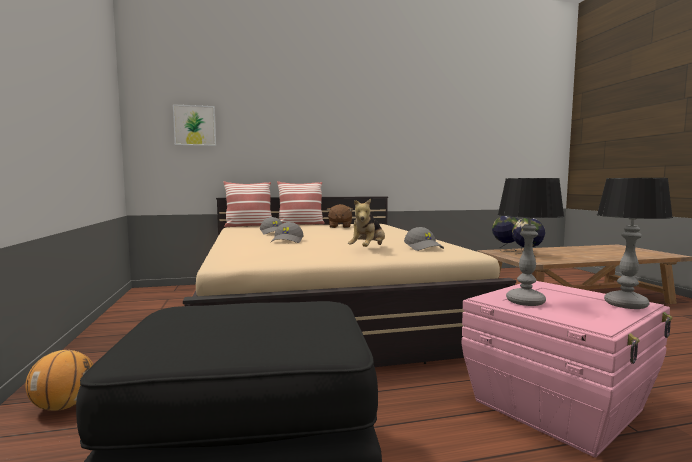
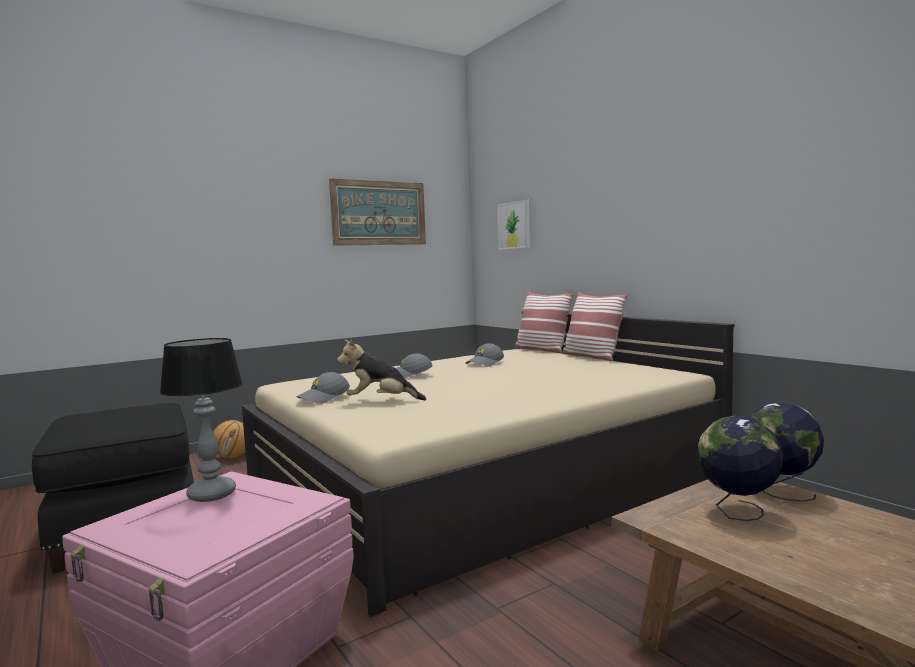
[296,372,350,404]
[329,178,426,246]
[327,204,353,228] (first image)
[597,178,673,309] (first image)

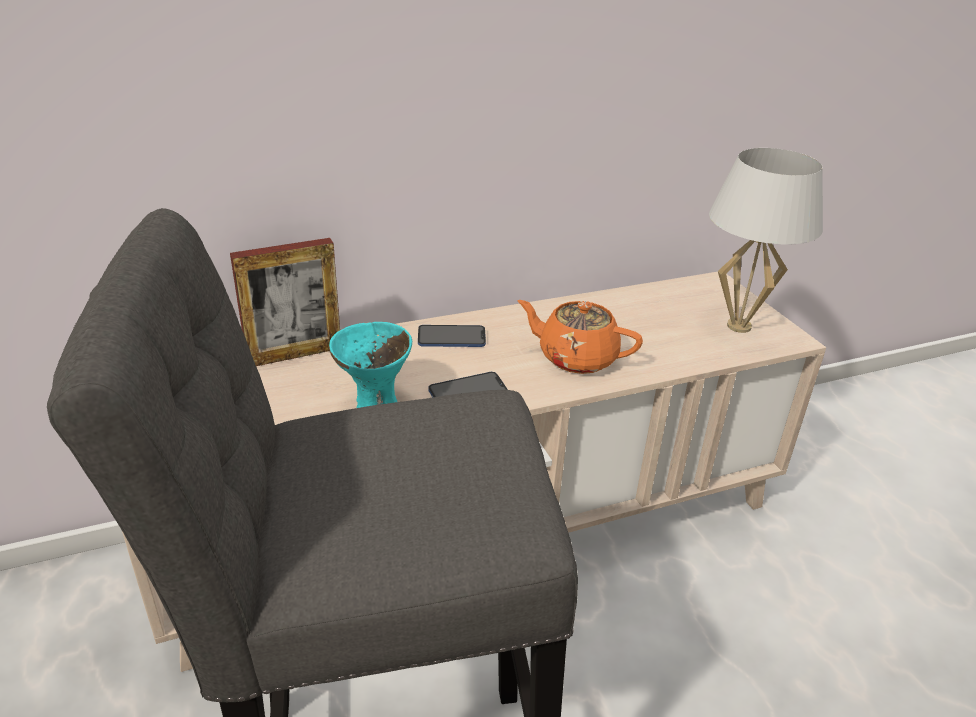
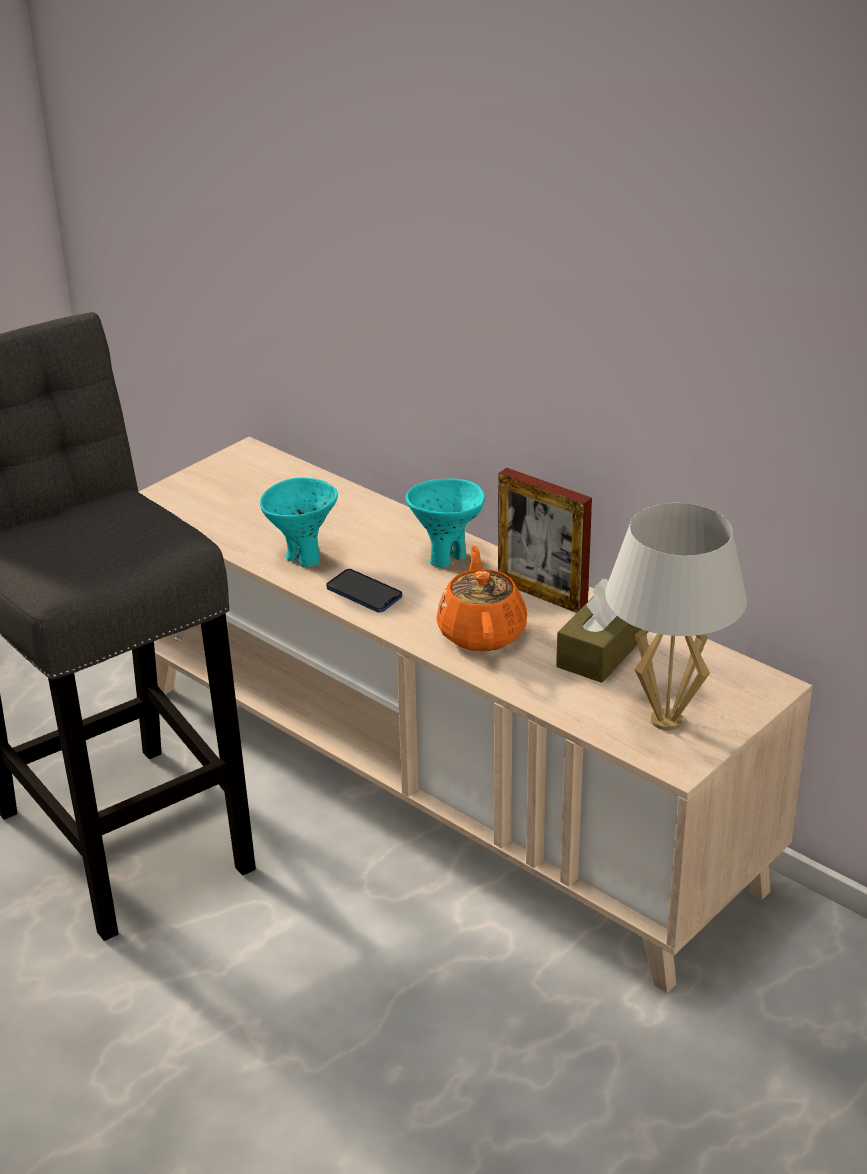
[406,478,485,568]
[498,468,592,613]
[556,578,647,683]

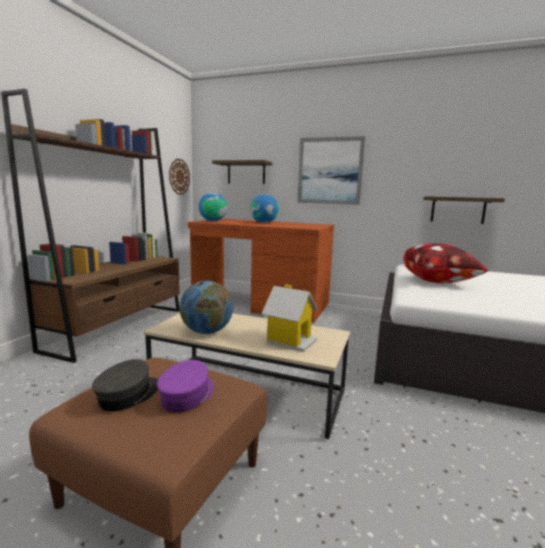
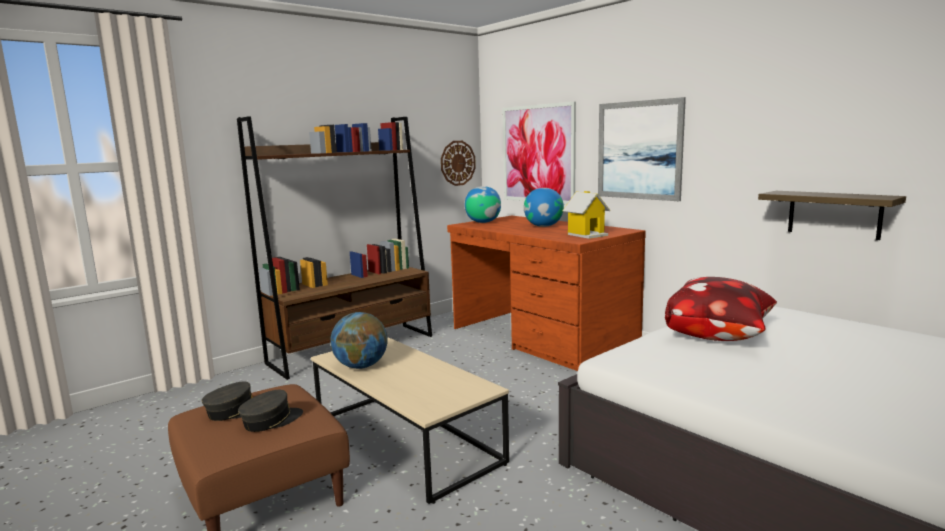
[238,390,303,432]
[503,102,576,205]
[562,191,610,239]

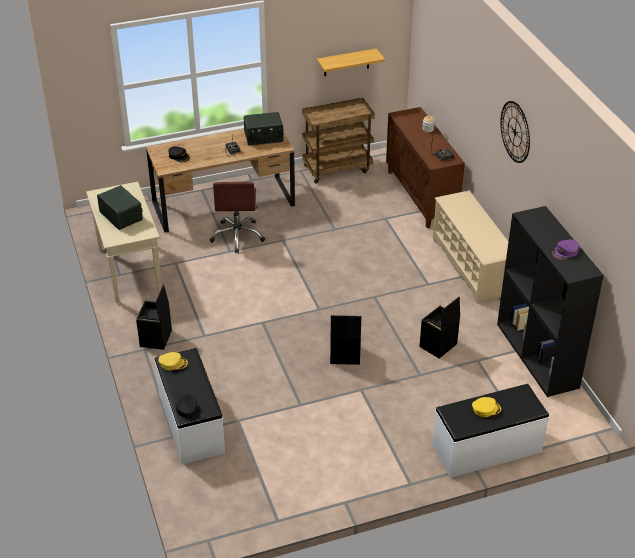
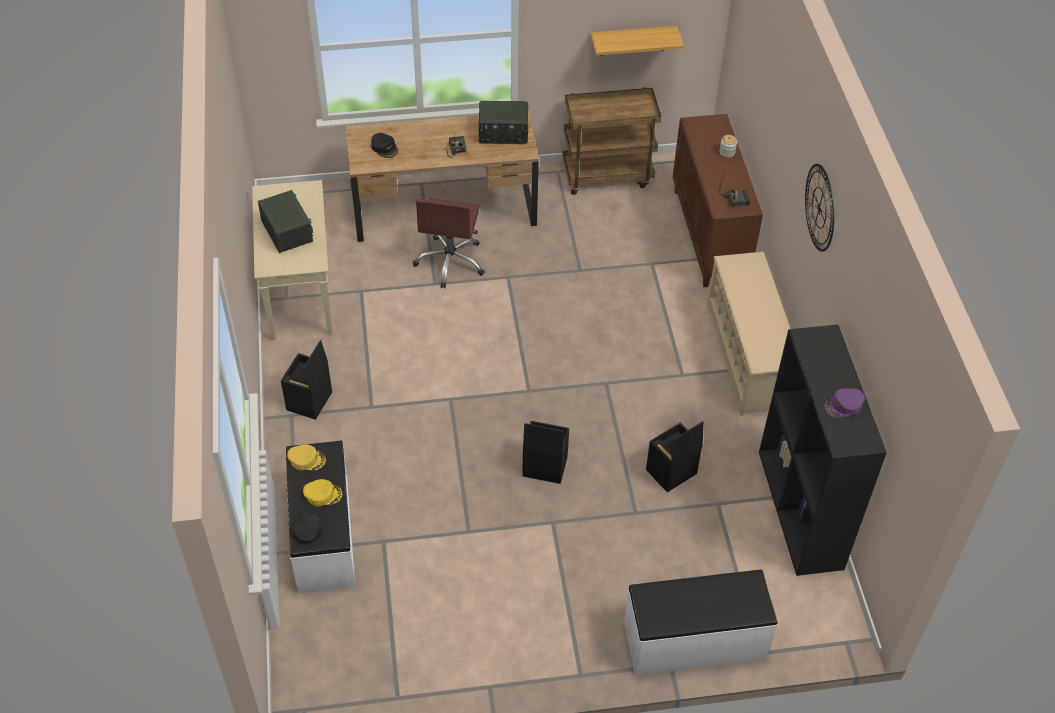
[303,479,342,506]

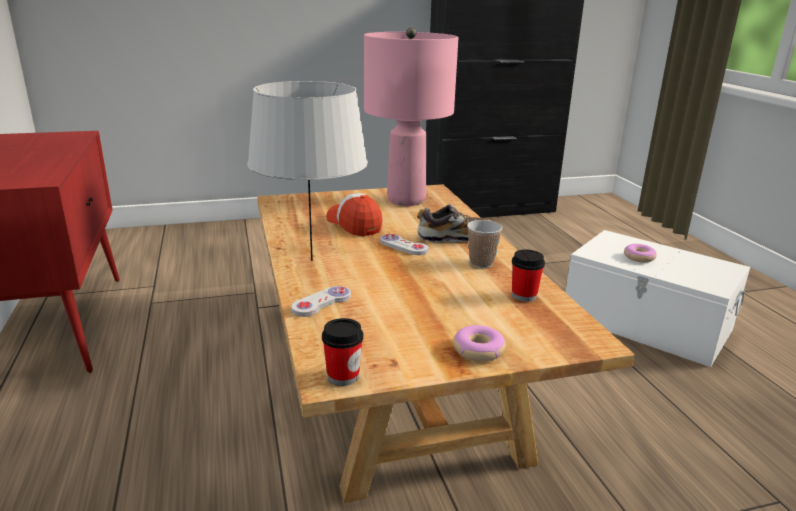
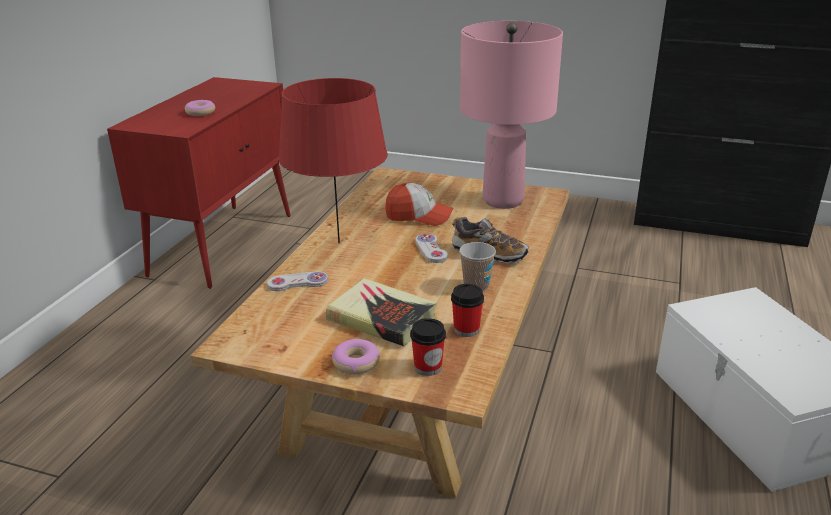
[185,100,216,116]
[278,78,388,243]
[326,278,437,346]
[385,183,453,226]
[410,318,446,376]

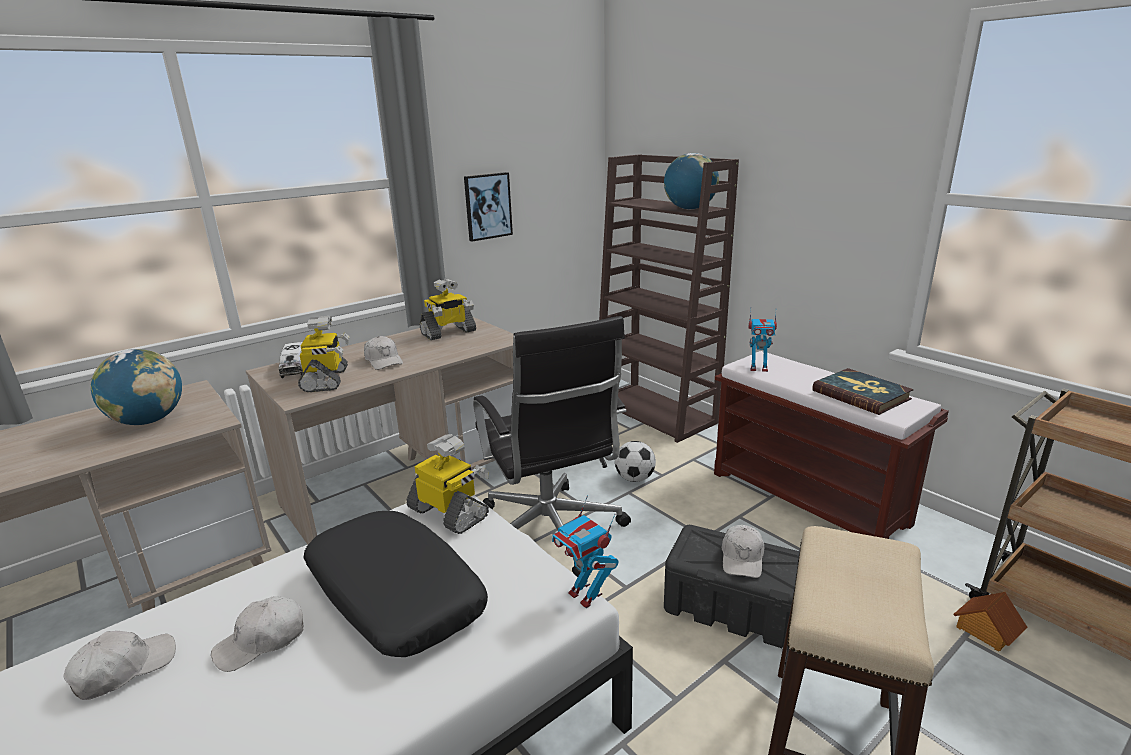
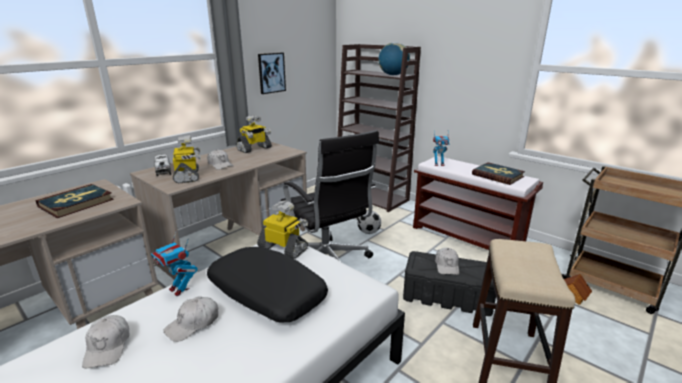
[36,184,113,218]
[82,315,129,368]
[151,233,198,296]

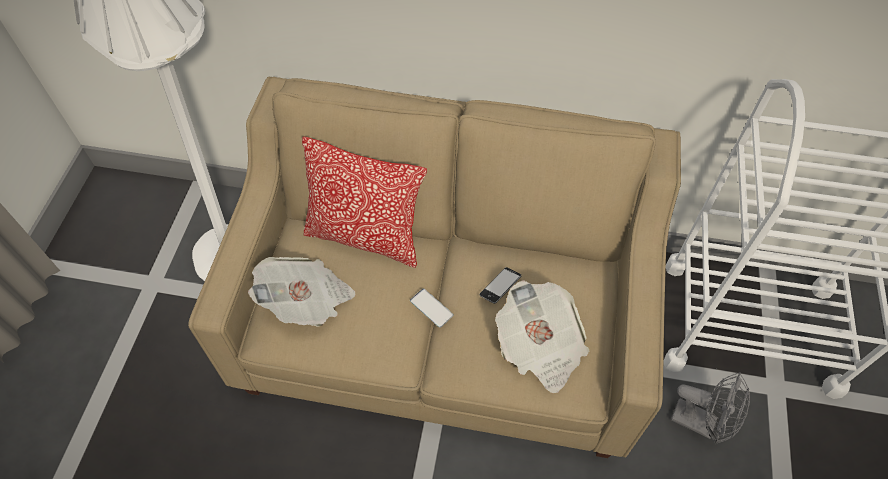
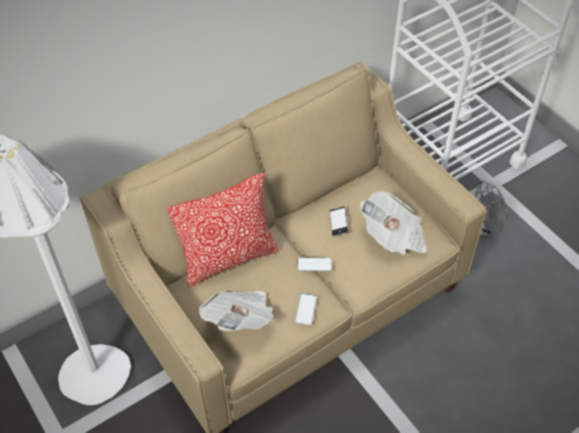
[295,293,317,325]

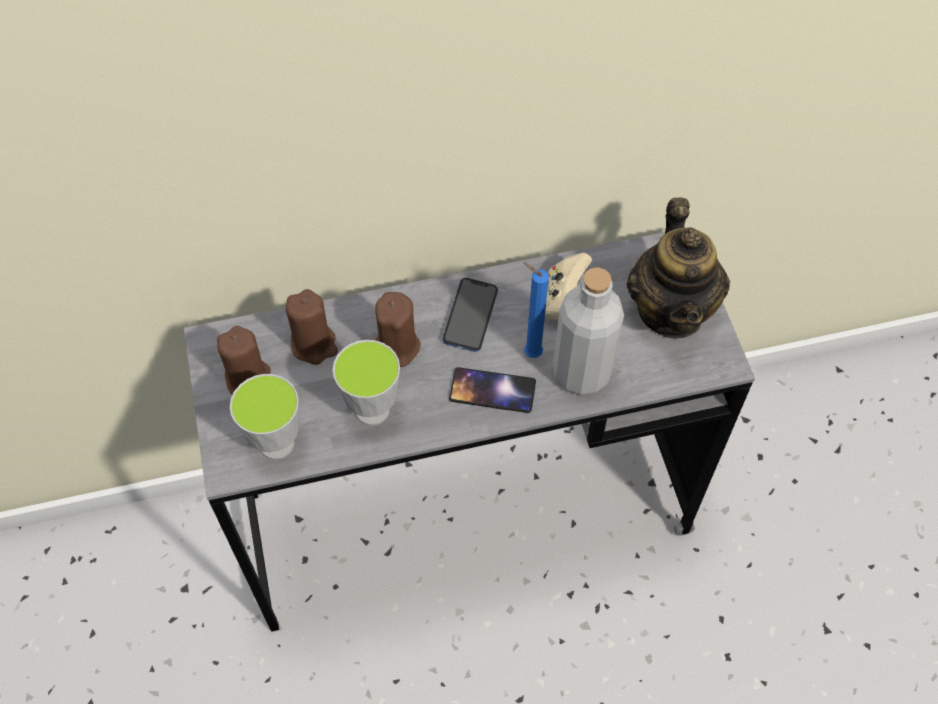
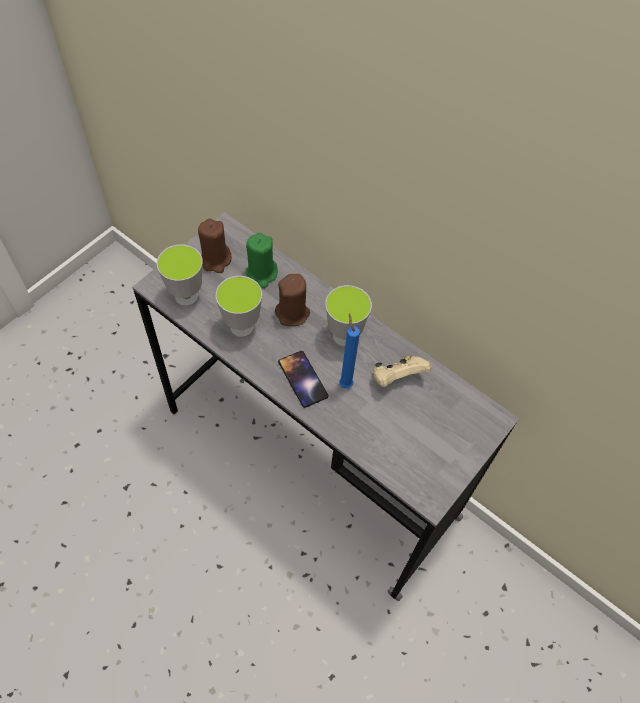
[246,233,278,288]
[325,285,372,347]
[553,267,624,395] (first image)
[627,197,730,339] (first image)

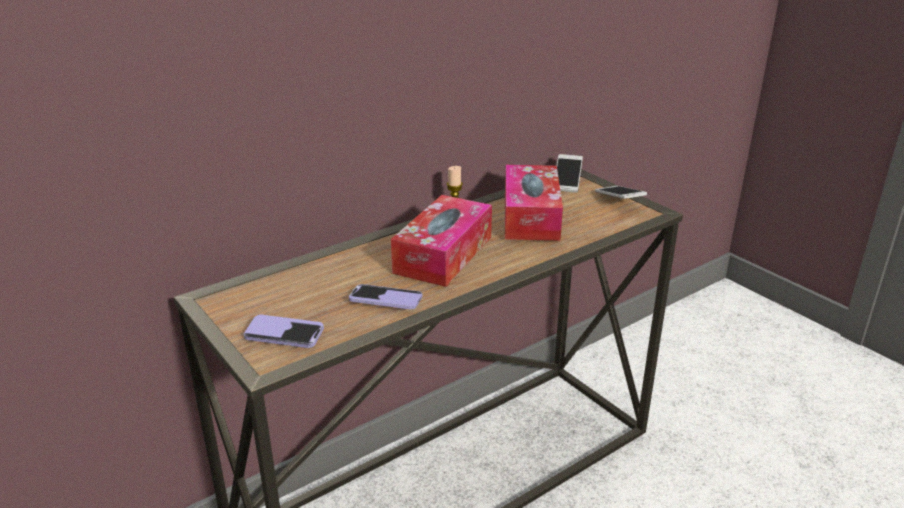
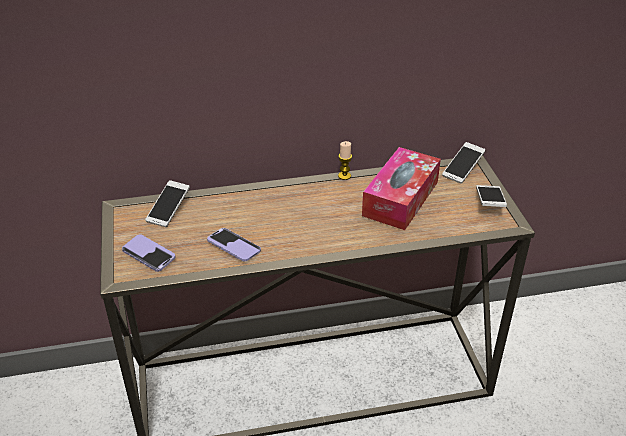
[145,180,190,227]
[391,195,492,287] (first image)

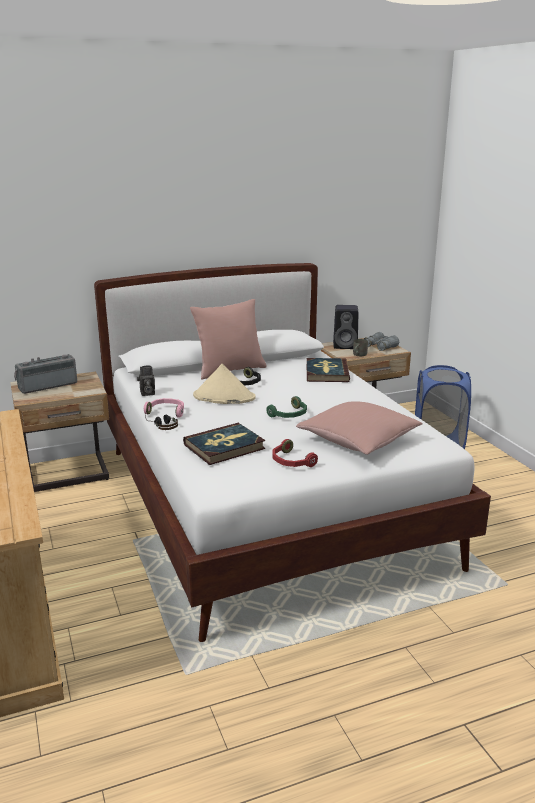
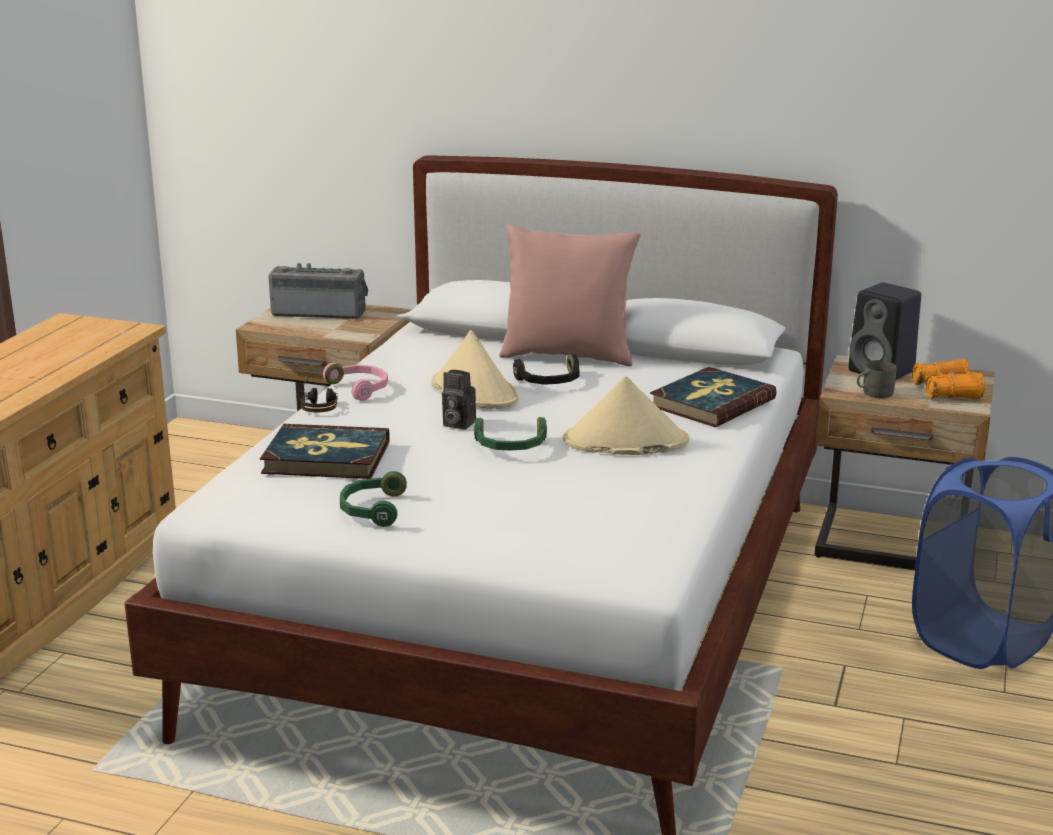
[340,471,407,527]
[442,370,476,430]
[563,376,689,455]
[912,359,985,399]
[296,401,423,455] (first image)

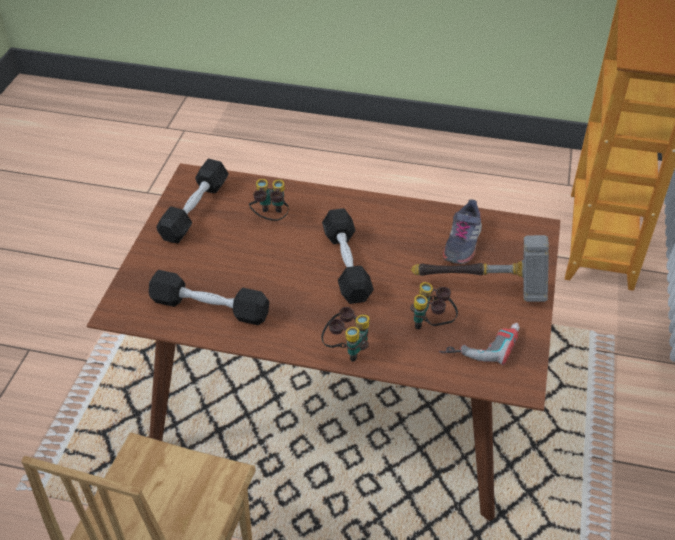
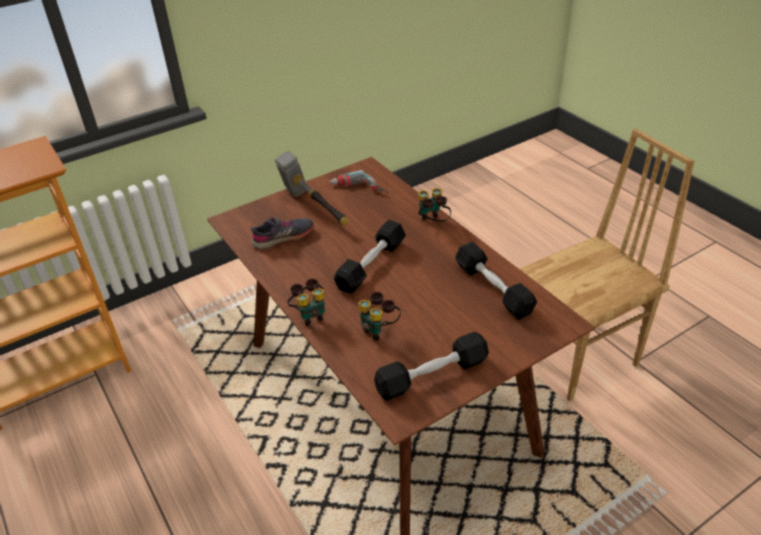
[287,279,325,326]

